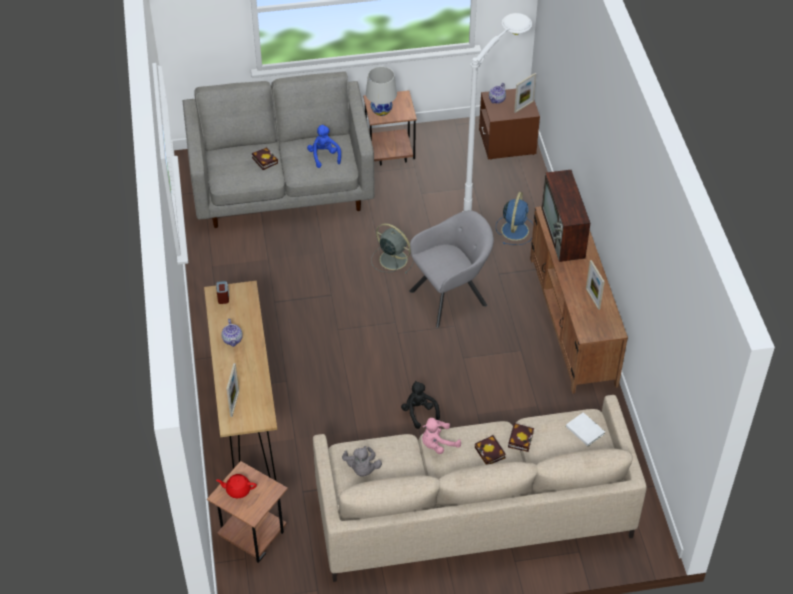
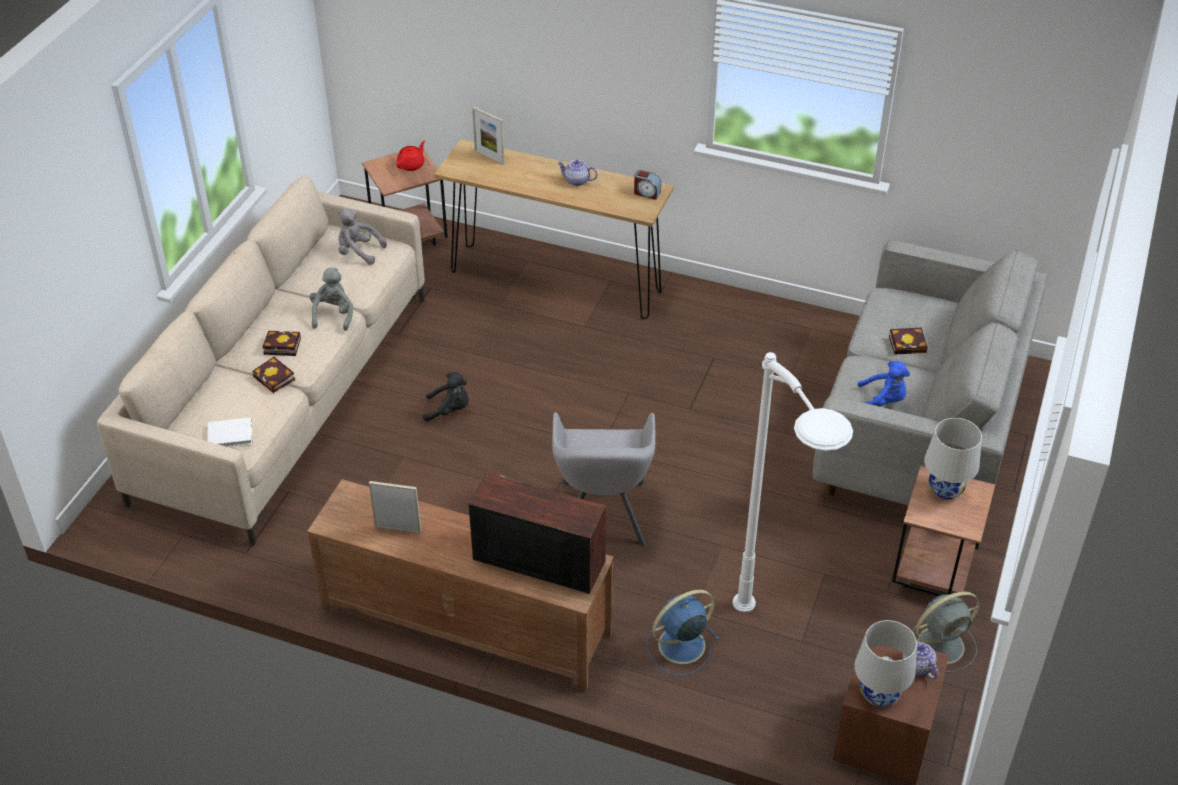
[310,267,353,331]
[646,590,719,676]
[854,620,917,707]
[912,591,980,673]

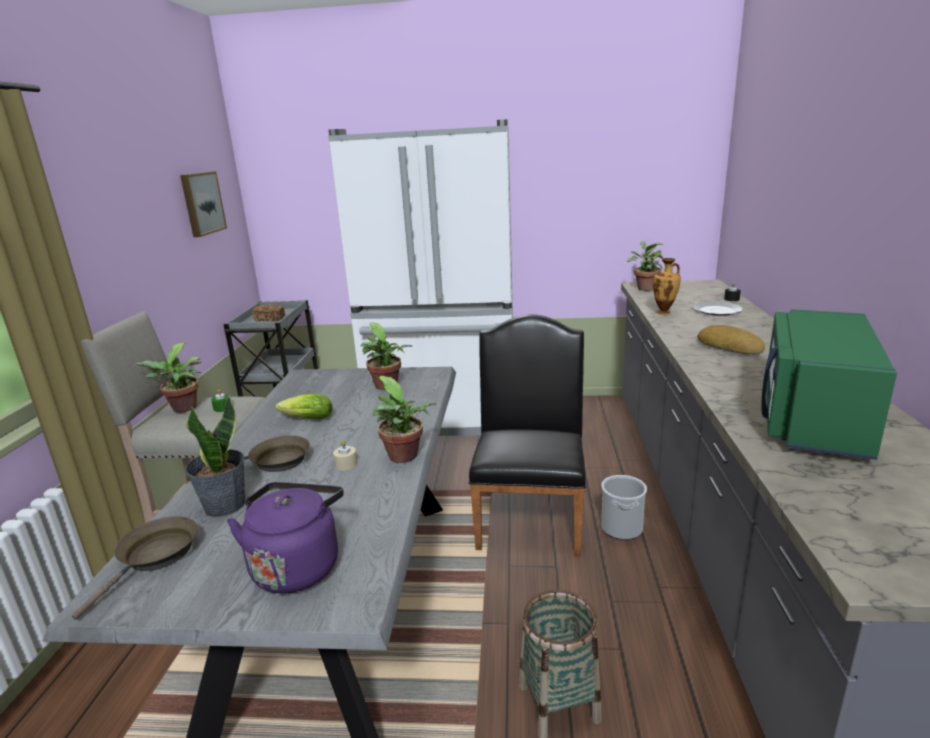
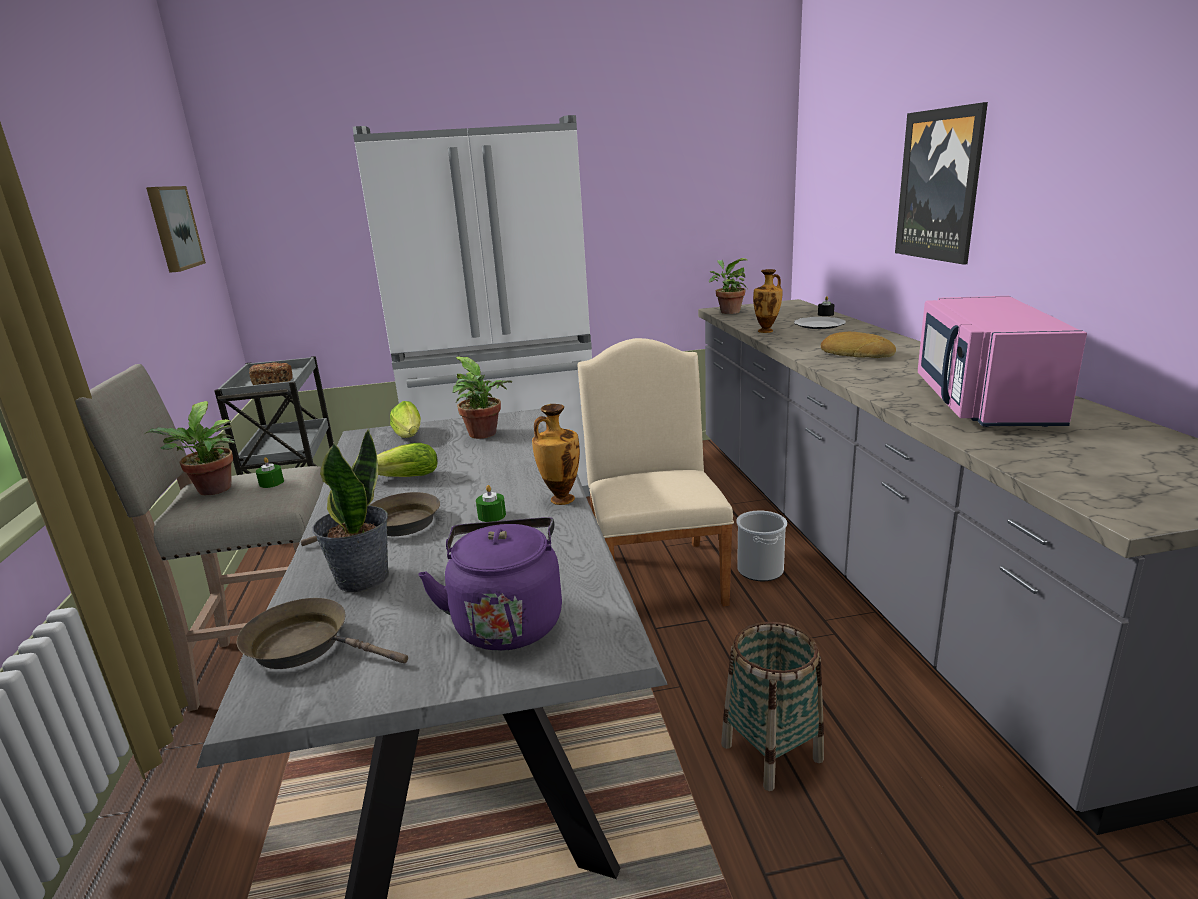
[236,598,408,669]
[390,401,421,438]
[476,485,506,522]
[532,404,580,505]
[578,338,734,606]
[895,102,988,265]
[918,296,1087,427]

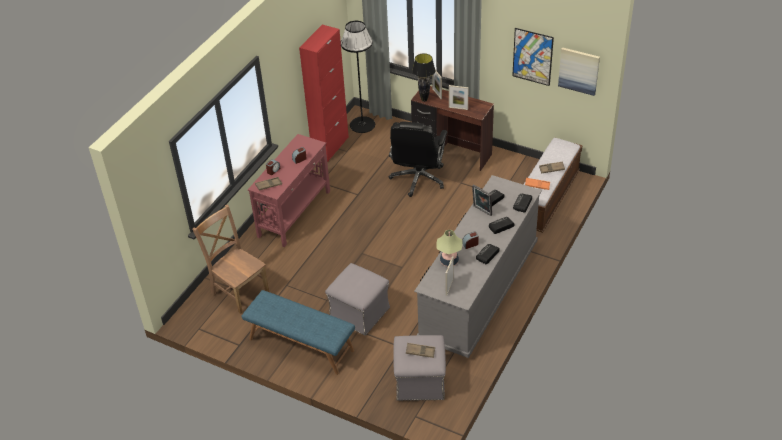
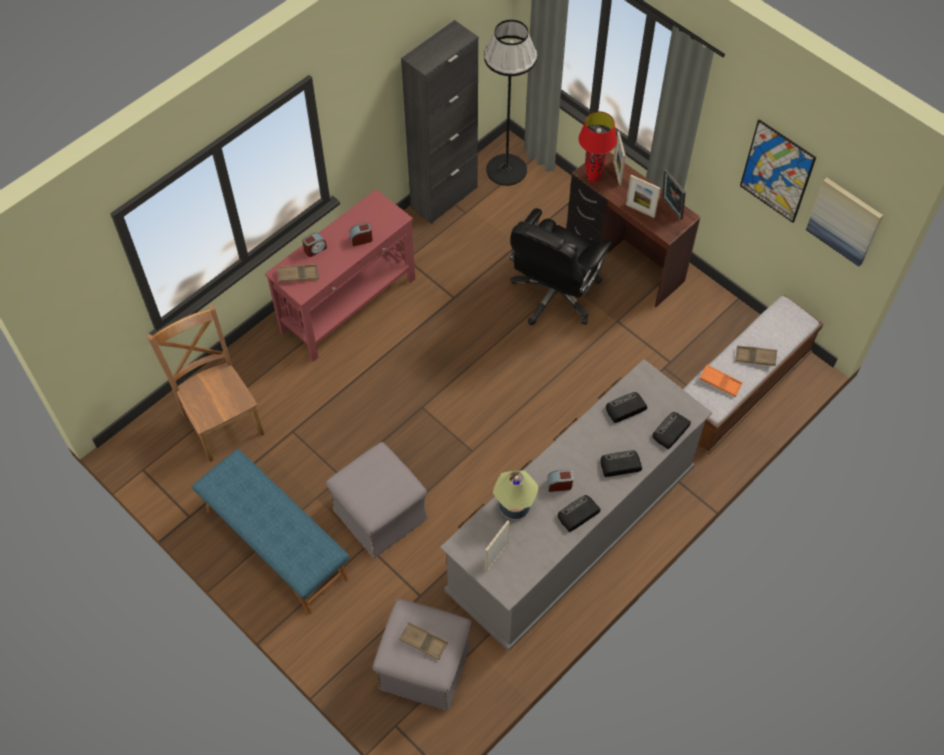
[401,20,478,224]
[578,111,617,183]
[662,169,686,220]

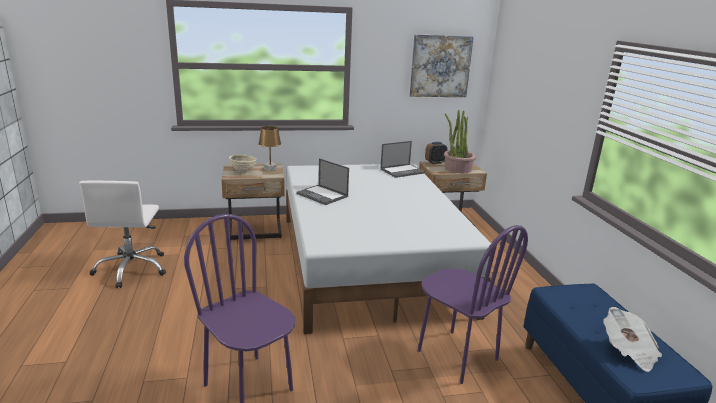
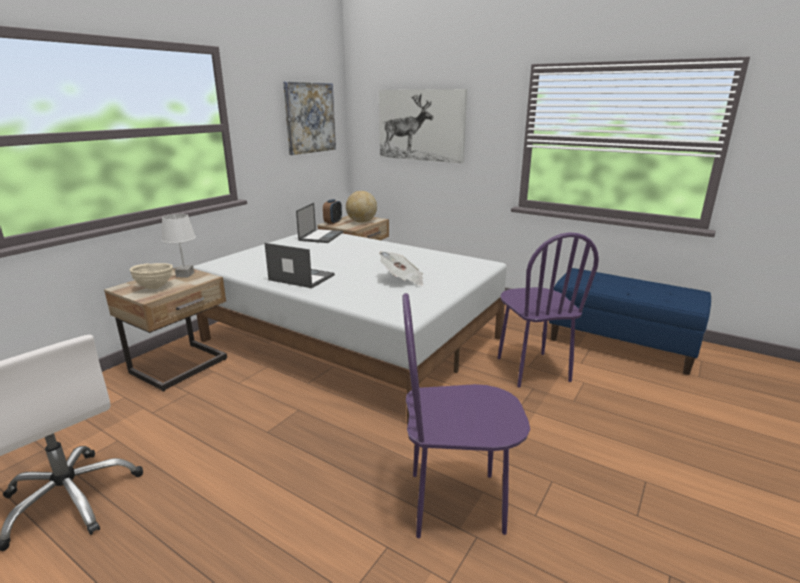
[162,214,196,277]
[265,243,335,288]
[346,191,377,223]
[379,89,467,163]
[379,251,423,285]
[498,233,599,388]

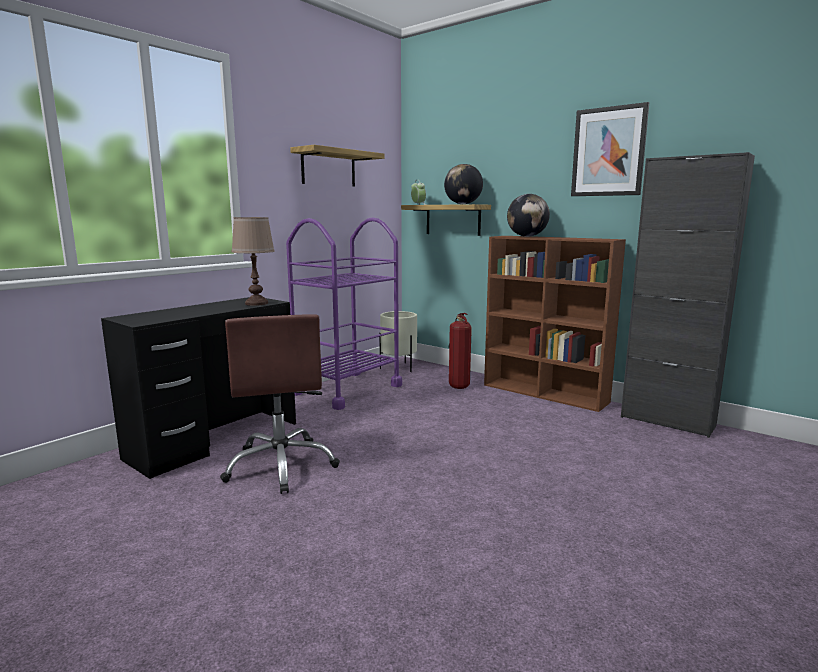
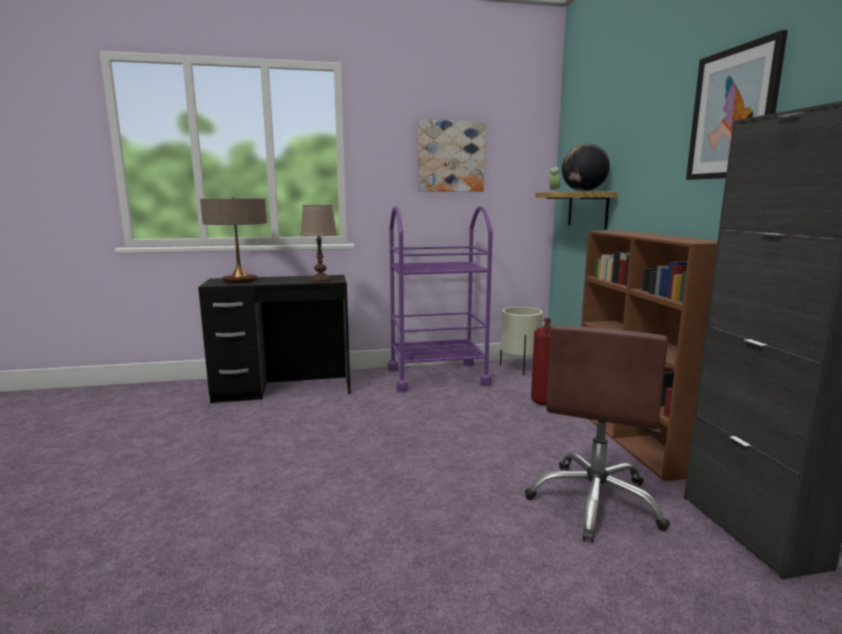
[200,197,267,283]
[418,120,485,192]
[525,325,670,542]
[507,194,550,237] (first image)

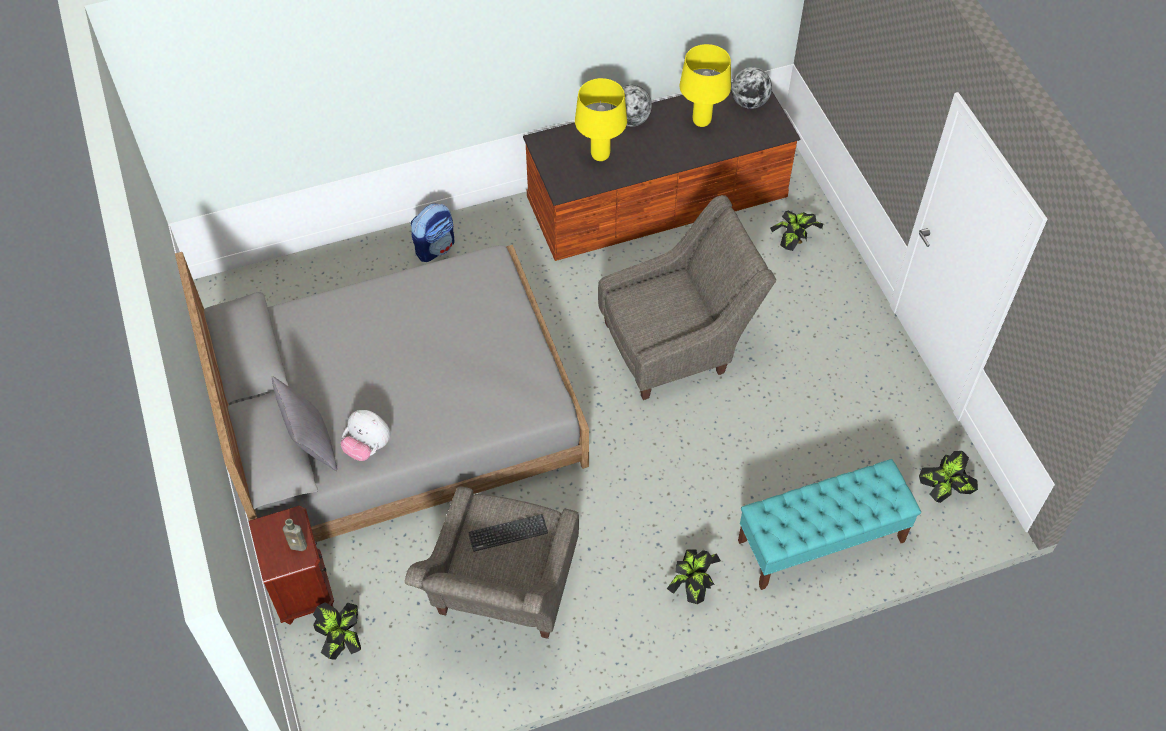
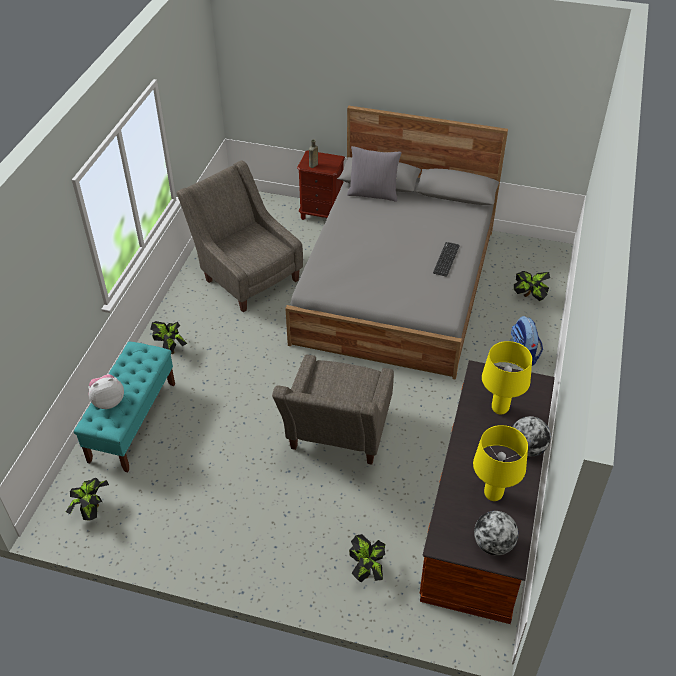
[88,374,124,409]
[433,242,460,277]
[514,271,550,301]

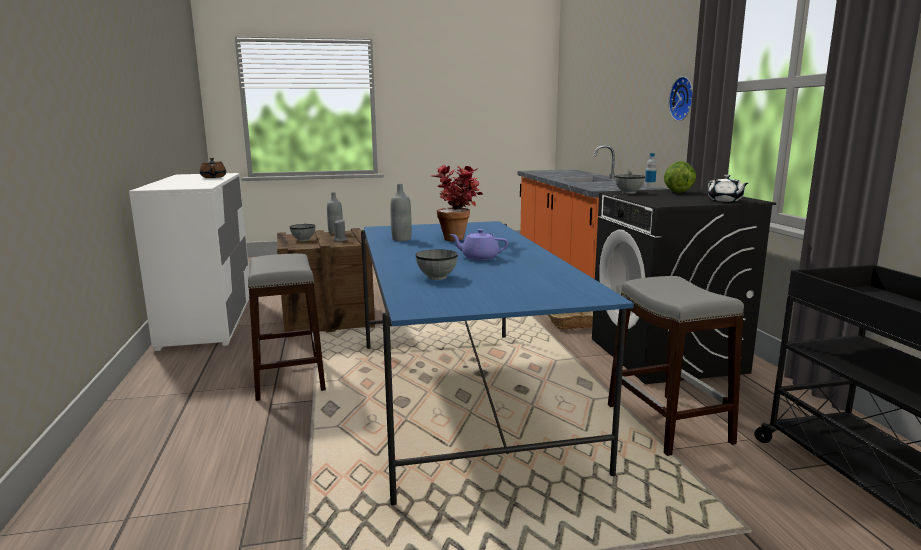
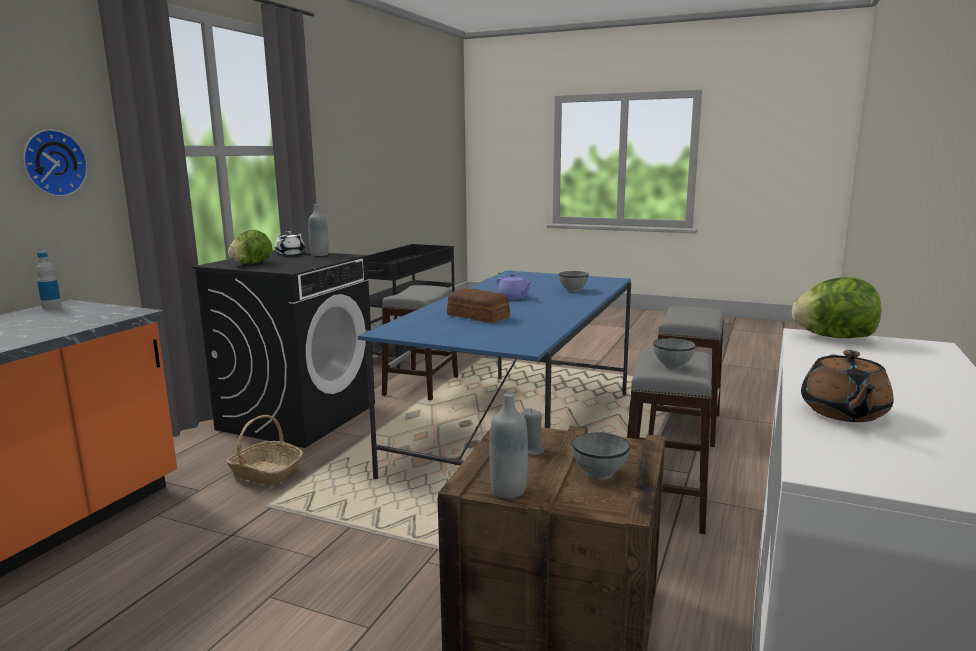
[308,204,329,256]
[447,288,510,323]
[648,306,724,447]
[653,338,696,369]
[792,277,881,338]

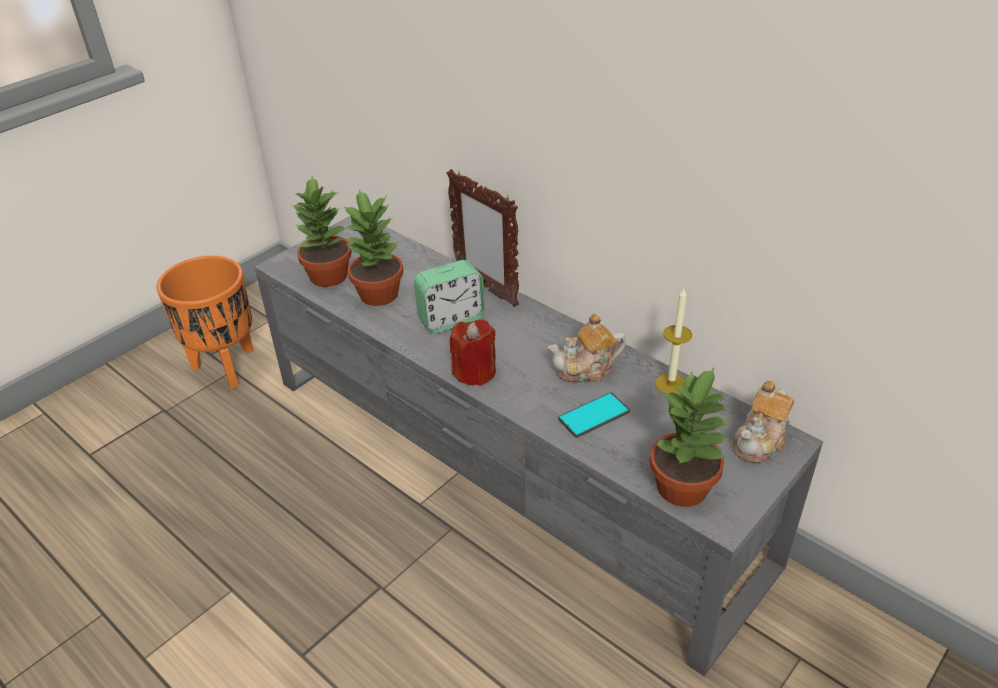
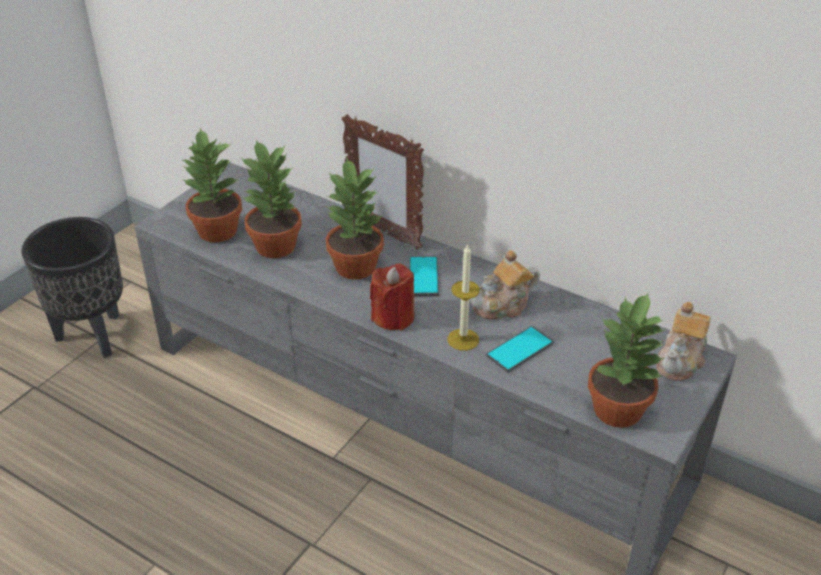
[21,217,123,358]
[326,158,384,280]
[409,256,439,296]
[447,243,480,351]

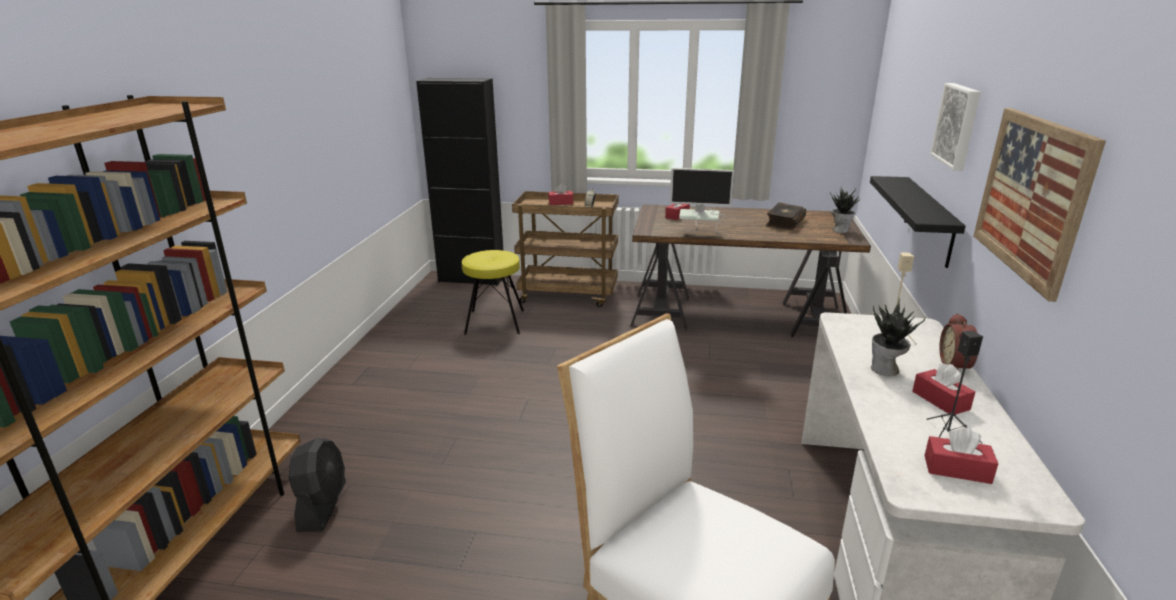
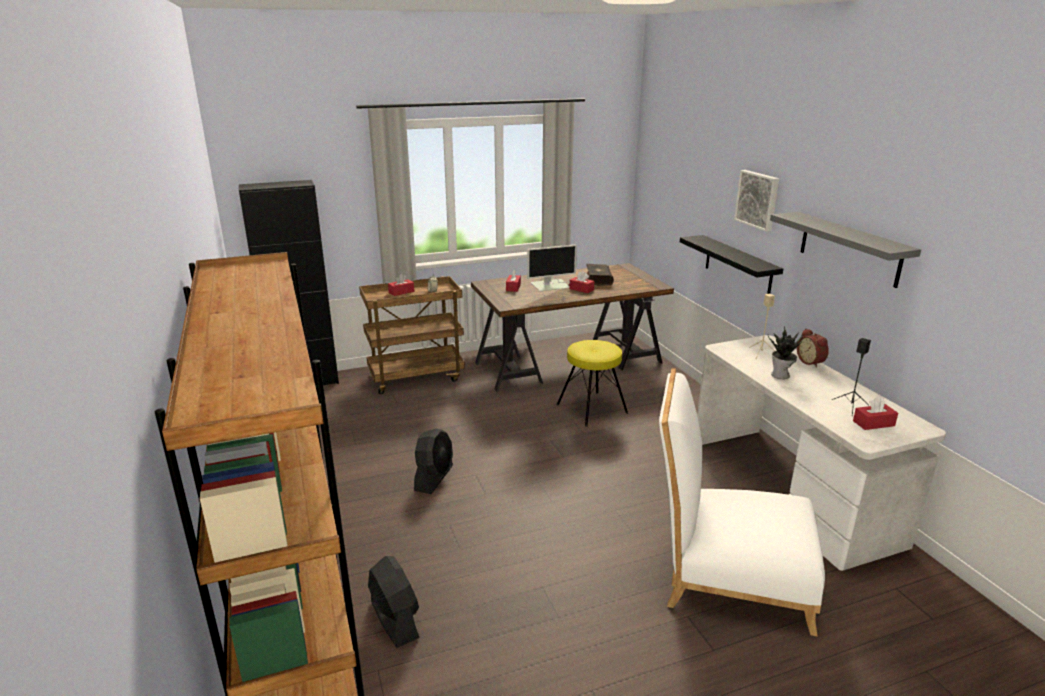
[414,429,453,494]
[557,340,628,427]
[569,271,594,293]
[770,212,921,288]
[830,187,862,233] (first image)

